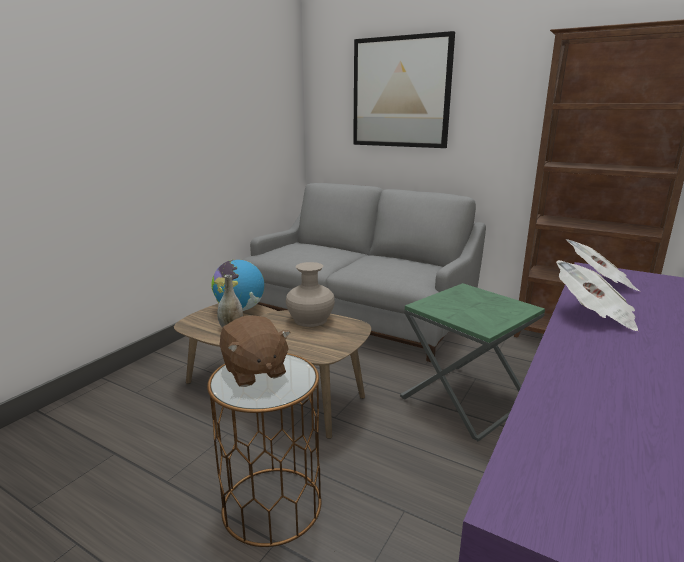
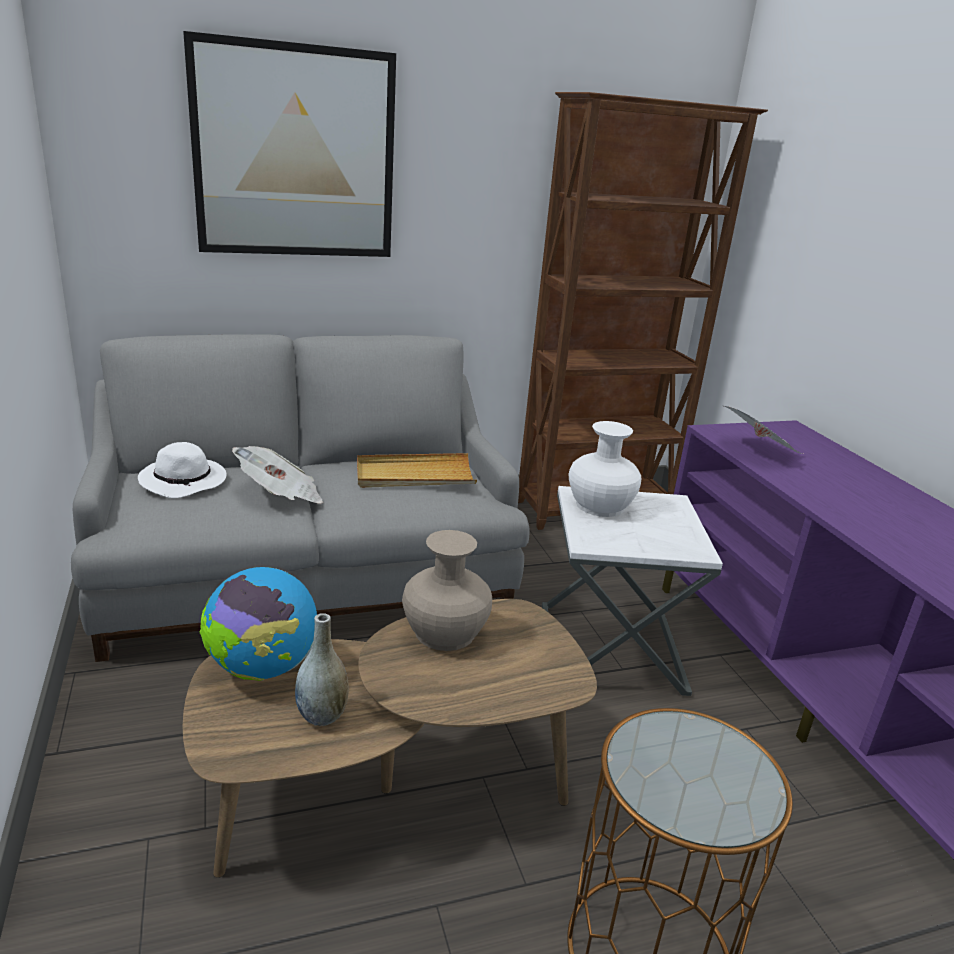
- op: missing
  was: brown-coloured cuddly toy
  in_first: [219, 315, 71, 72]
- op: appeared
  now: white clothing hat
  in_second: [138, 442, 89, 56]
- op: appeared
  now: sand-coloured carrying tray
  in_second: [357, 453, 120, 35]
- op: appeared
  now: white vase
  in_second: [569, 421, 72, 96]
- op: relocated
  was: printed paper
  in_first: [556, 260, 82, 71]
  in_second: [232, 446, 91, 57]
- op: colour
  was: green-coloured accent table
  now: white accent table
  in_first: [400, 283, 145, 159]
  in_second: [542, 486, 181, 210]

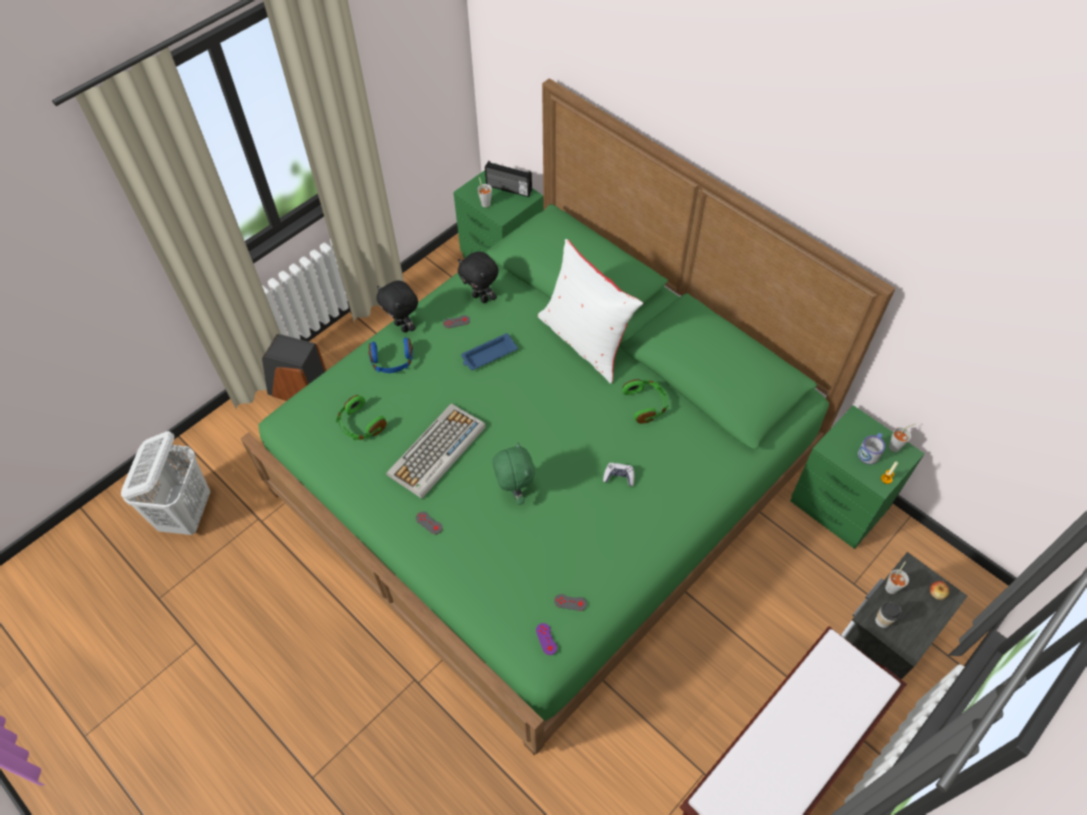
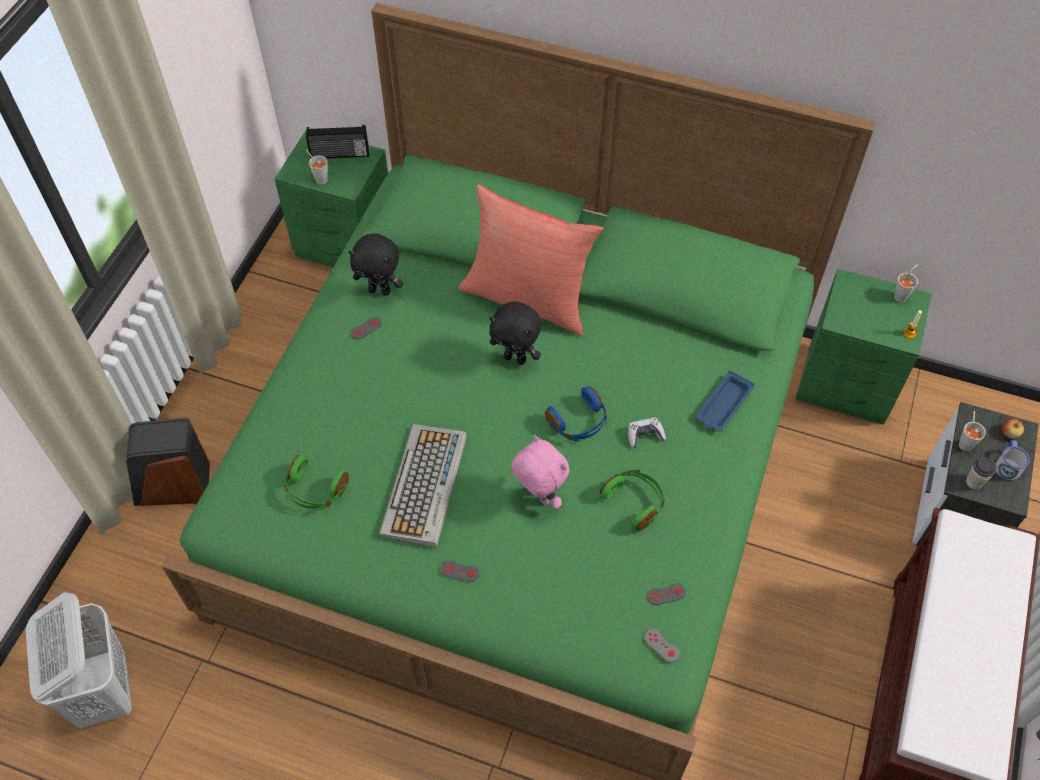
- op: relocated
  was: blue-coloured headset
  in_first: [368, 337, 45, 36]
  in_second: [545, 386, 62, 56]
- op: relocated
  was: black-coloured cuddly toy
  in_first: [376, 280, 42, 53]
  in_second: [489, 301, 52, 64]
- op: relocated
  was: blue-coloured carrying tray
  in_first: [461, 333, 57, 37]
  in_second: [696, 370, 59, 61]
- op: relocated
  was: green-coloured headset
  in_first: [623, 379, 45, 45]
  in_second: [600, 470, 65, 61]
- op: relocated
  was: mug
  in_first: [858, 433, 27, 31]
  in_second: [995, 440, 35, 41]
- op: colour
  was: green-coloured cuddly toy
  now: pink-coloured cuddly toy
  in_first: [492, 442, 43, 63]
  in_second: [511, 435, 58, 74]
- op: colour
  was: purple-coloured gamepad
  now: grey gamepad
  in_first: [536, 623, 21, 32]
  in_second: [644, 629, 36, 33]
- op: colour
  was: white throw pillow
  now: red-coloured throw pillow
  in_first: [538, 239, 105, 145]
  in_second: [458, 184, 146, 152]

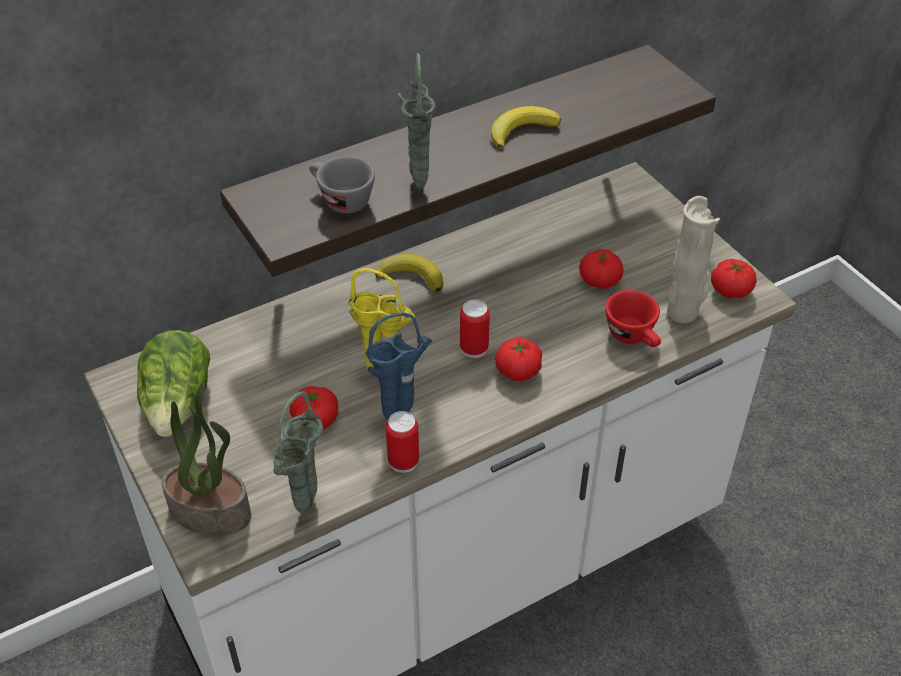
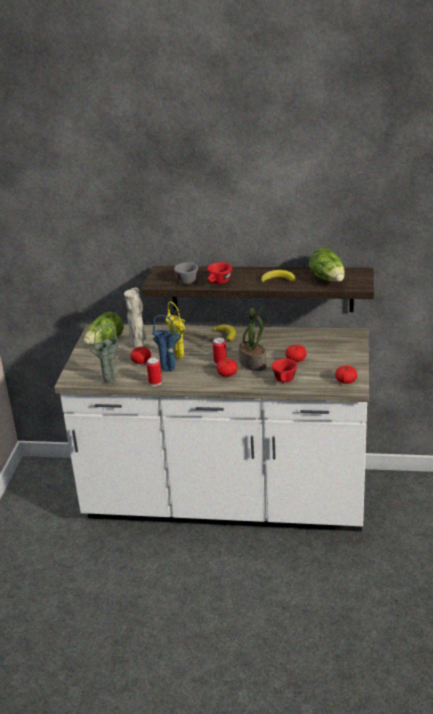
- op: appeared
  now: lettuce
  in_second: [309, 248, 36, 34]
- op: relocated
  was: houseplant
  in_first: [162, 382, 89, 154]
  in_second: [239, 306, 27, 65]
- op: relocated
  was: sand-coloured vase
  in_first: [667, 196, 53, 127]
  in_second: [124, 288, 23, 60]
- op: exchanged
  was: green-coloured vase
  now: red-coloured cup
  in_first: [398, 53, 38, 136]
  in_second: [208, 262, 24, 22]

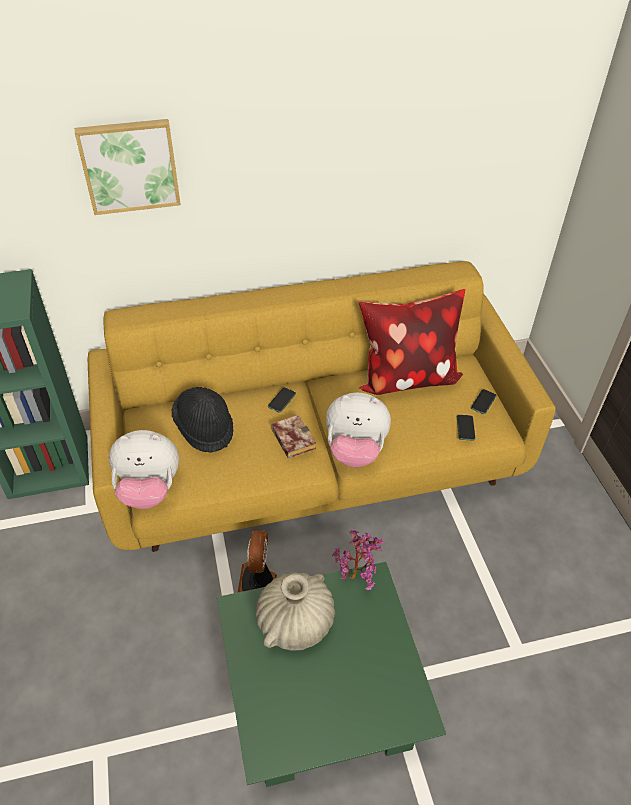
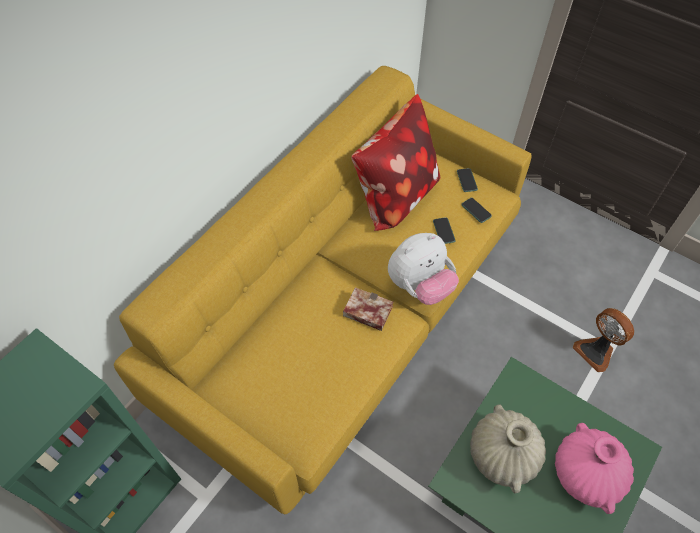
- op: missing
  was: picture
  in_first: [75, 119, 106, 96]
- op: missing
  was: cuddly toy
  in_first: [109, 430, 70, 79]
- op: missing
  was: black-coloured clothing hat
  in_first: [172, 387, 61, 66]
- op: missing
  was: houseplant
  in_first: [332, 529, 52, 61]
- op: appeared
  now: pink-coloured vase
  in_second: [555, 423, 79, 91]
- op: relocated
  was: cooling fan
  in_first: [238, 530, 39, 62]
  in_second: [573, 308, 61, 64]
- op: relocated
  was: handset
  in_first: [268, 387, 28, 26]
  in_second: [433, 217, 23, 27]

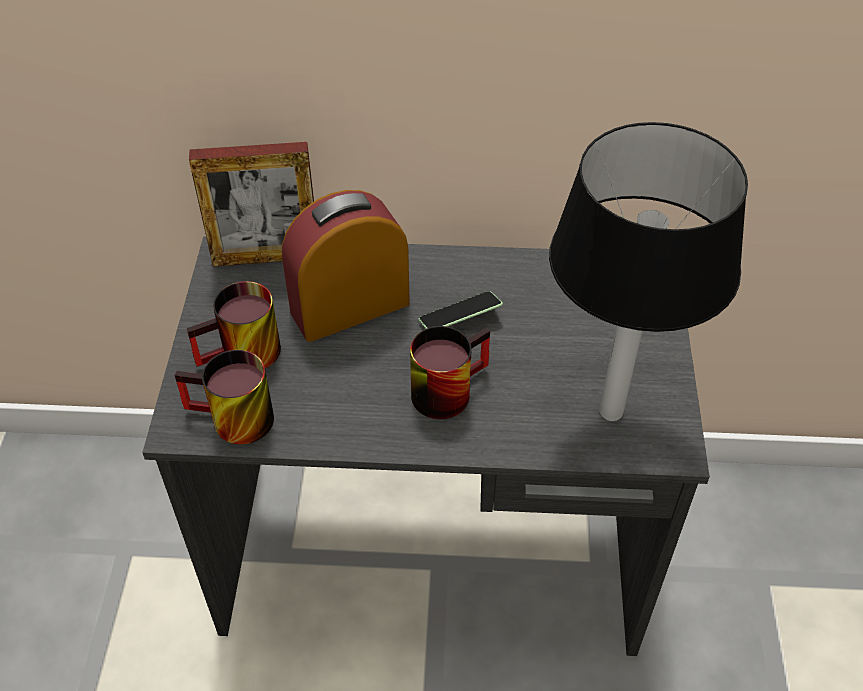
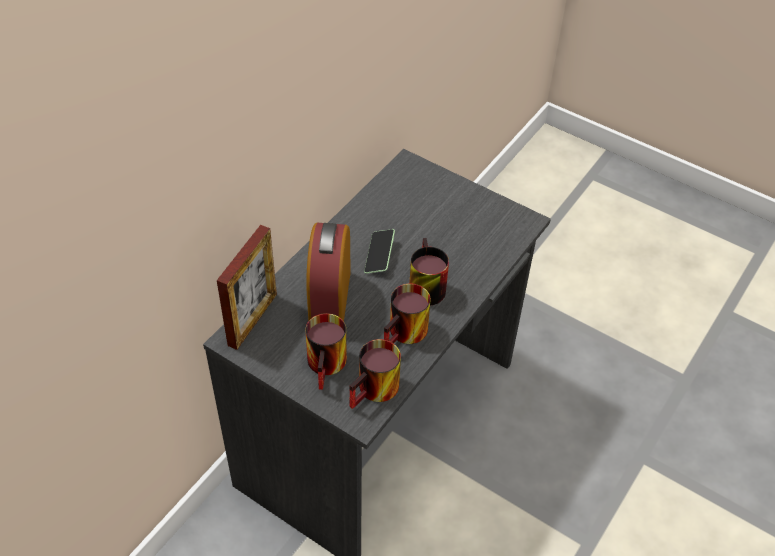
- op: missing
  was: tabletop lamp
  in_first: [549, 122, 199, 299]
- op: appeared
  now: mug
  in_second: [384, 283, 47, 61]

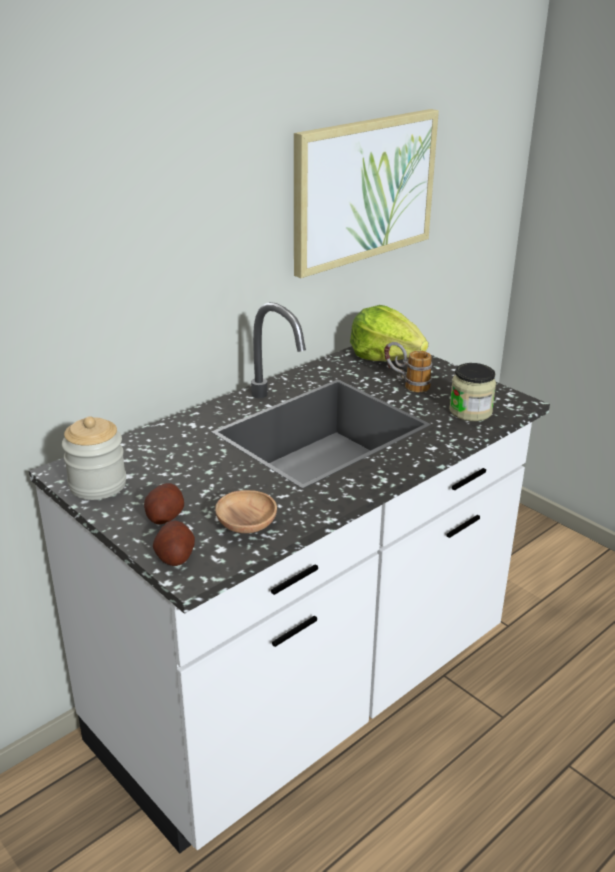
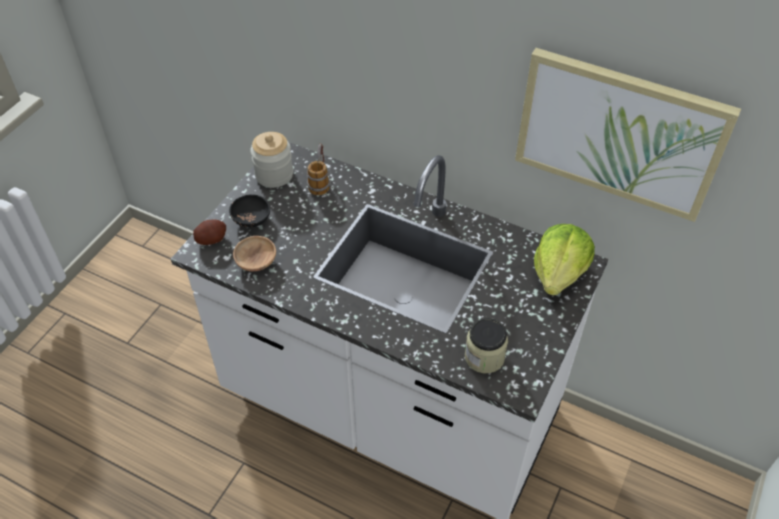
- op: relocated
  was: mug
  in_first: [384, 342, 48, 50]
  in_second: [307, 144, 23, 51]
- op: exchanged
  was: whole potato
  now: black-coloured bowl
  in_first: [144, 483, 40, 41]
  in_second: [229, 194, 41, 33]

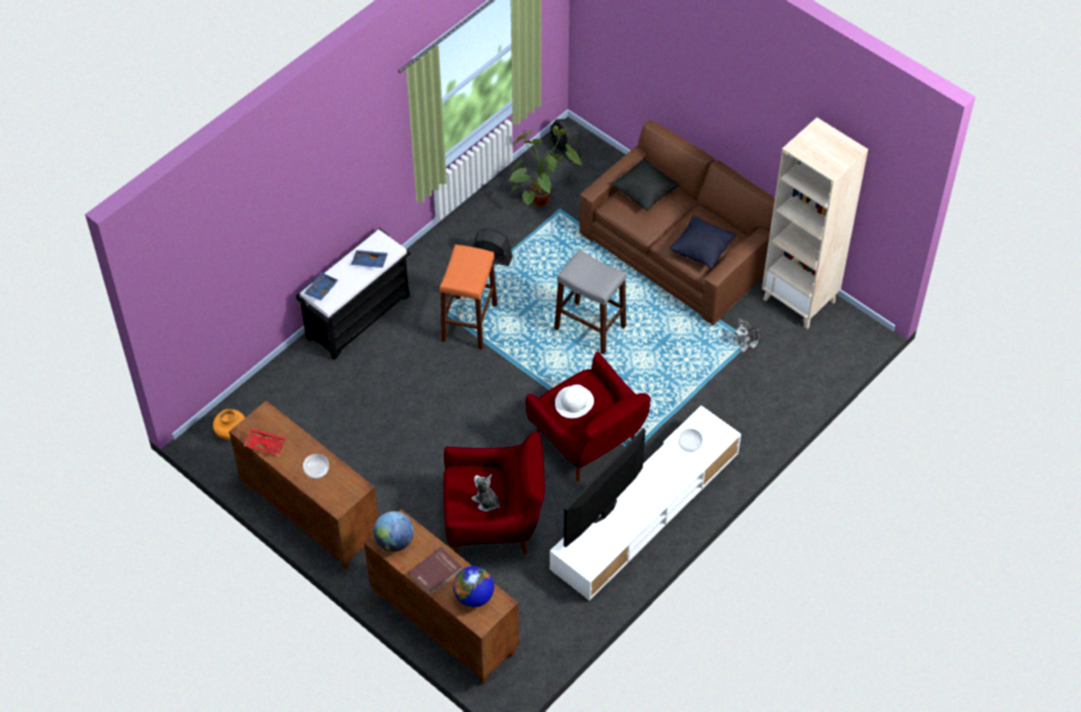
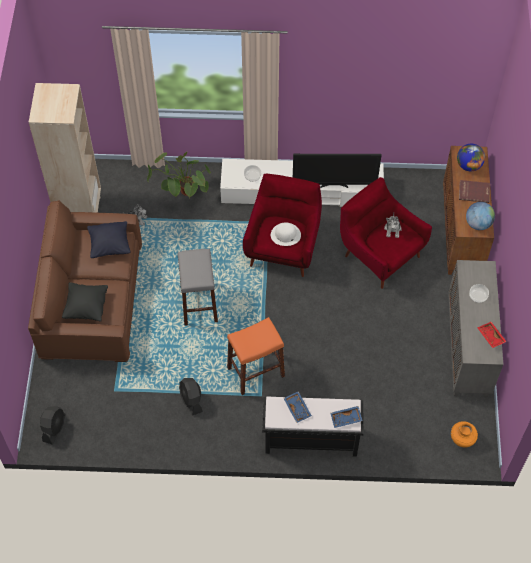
- op: relocated
  was: houseplant
  in_first: [508, 125, 74, 82]
  in_second: [147, 151, 64, 47]
- op: colour
  was: brown-coloured storage cabinet
  now: grey storage cabinet
  in_first: [229, 400, 150, 169]
  in_second: [448, 260, 55, 137]

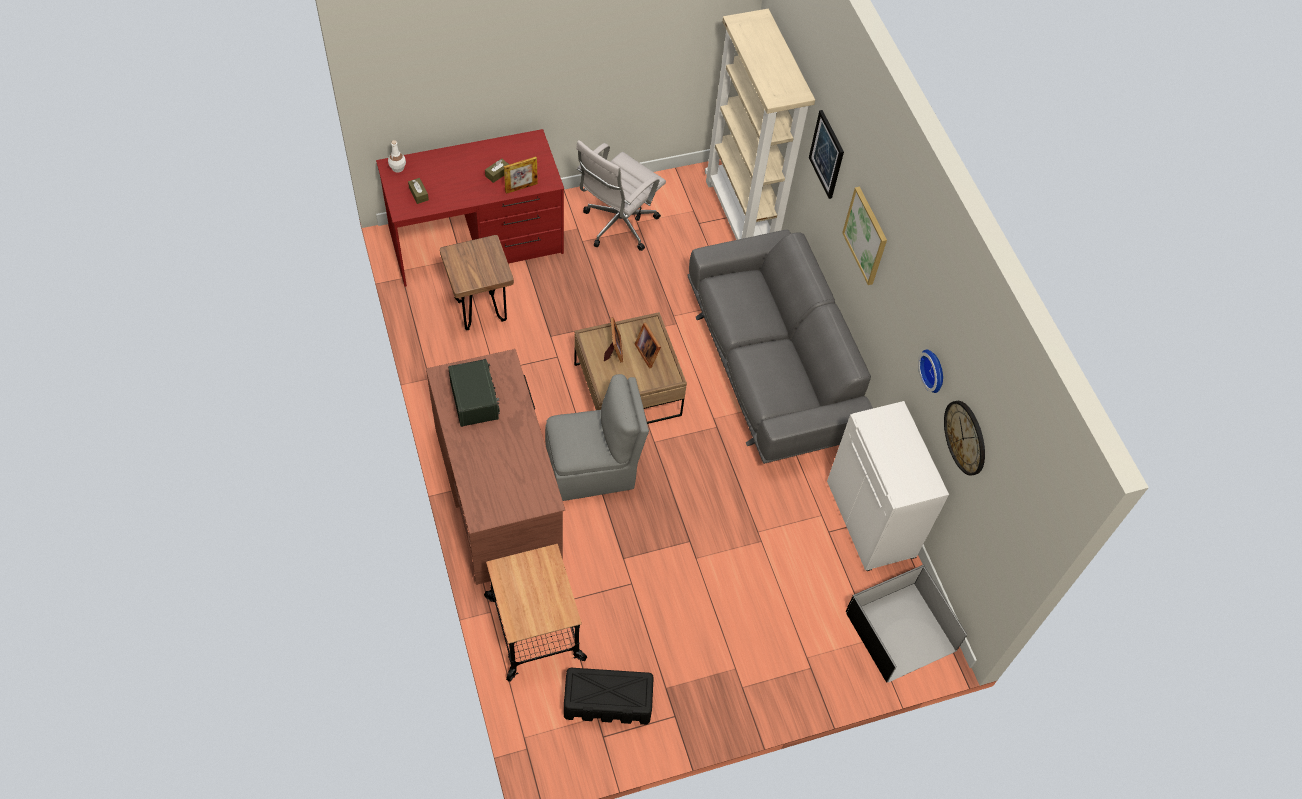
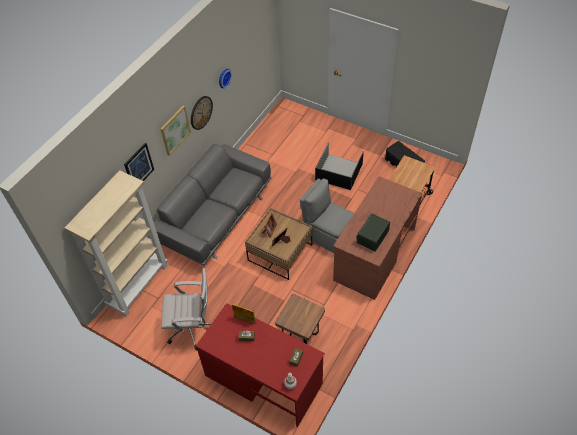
- op: missing
  was: white storage cabinet
  in_first: [827, 401, 122, 170]
- op: relocated
  was: black-coloured storage box
  in_first: [846, 565, 121, 118]
  in_second: [315, 142, 49, 48]
- op: relocated
  was: clock on the wall
  in_first: [944, 401, 41, 75]
  in_second: [191, 96, 22, 34]

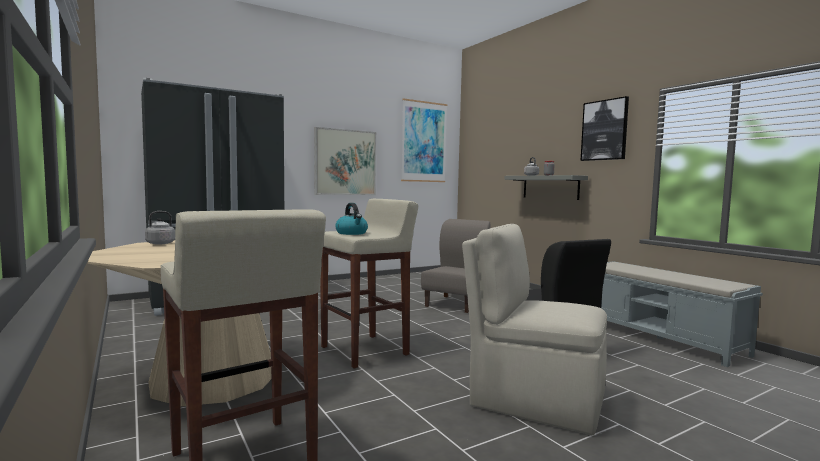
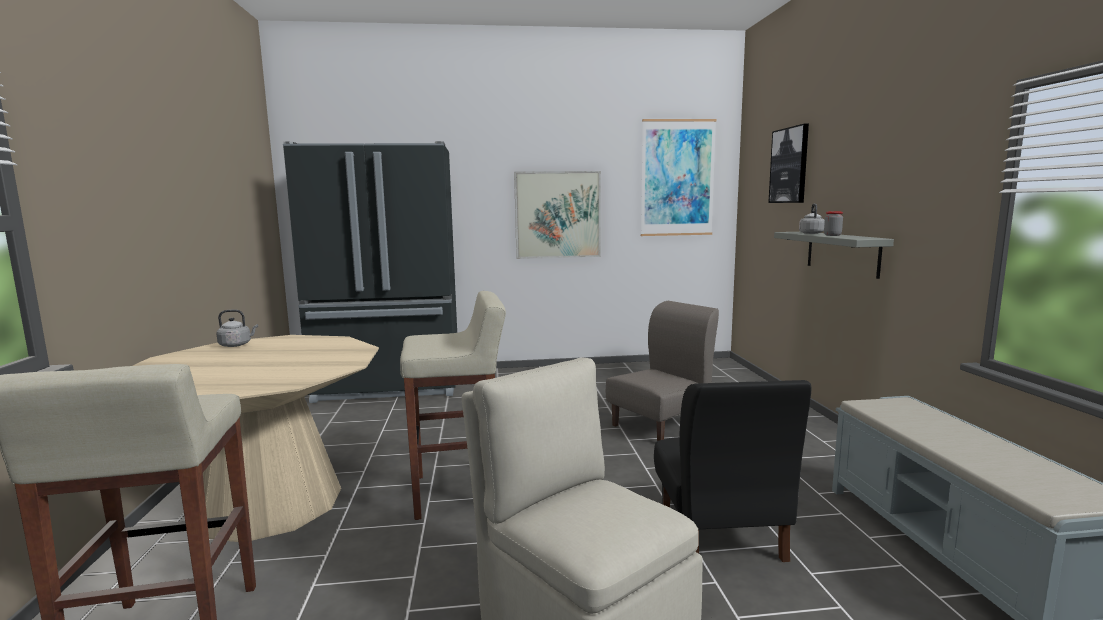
- op: missing
  was: water kettle
  in_first: [335, 203, 33, 32]
- op: relocated
  was: picture
  in_first: [581, 96, 48, 65]
  in_second: [768, 124, 41, 79]

